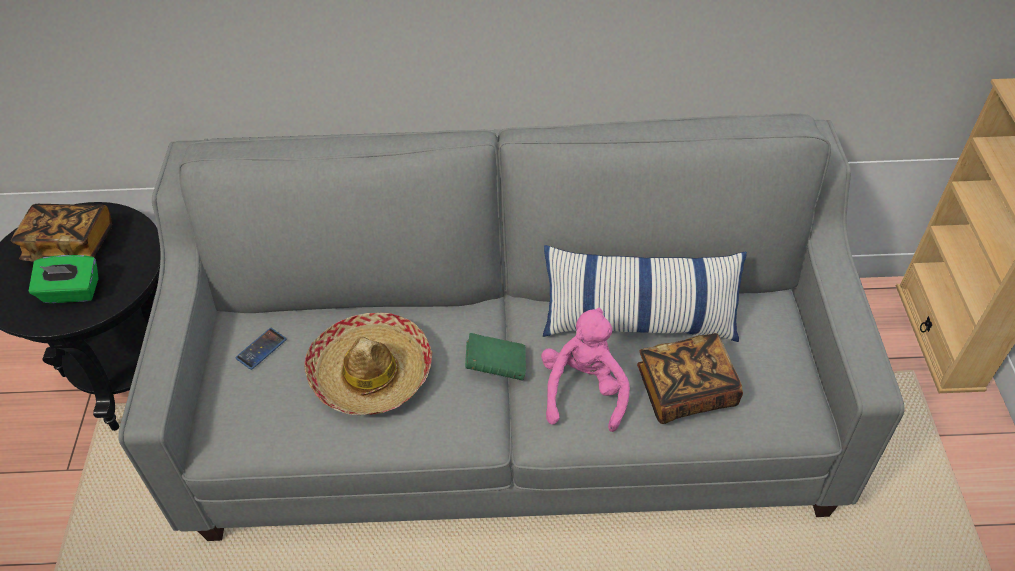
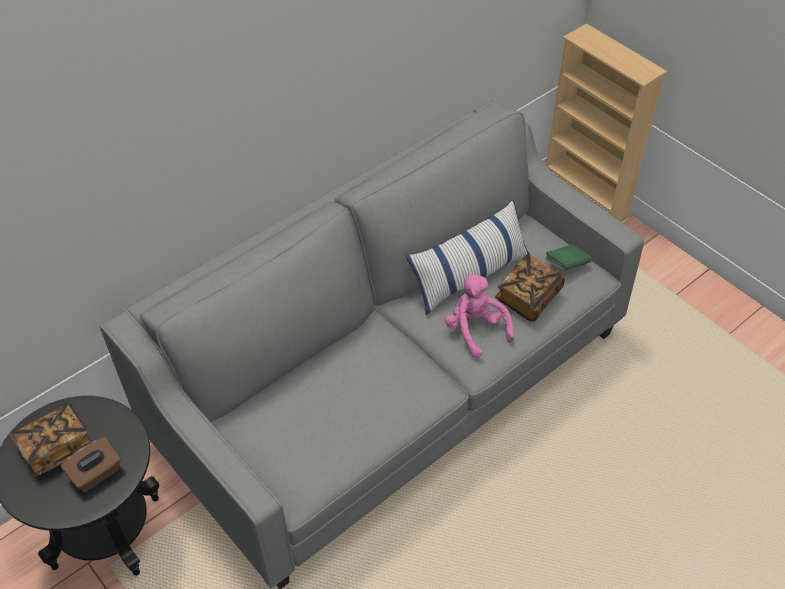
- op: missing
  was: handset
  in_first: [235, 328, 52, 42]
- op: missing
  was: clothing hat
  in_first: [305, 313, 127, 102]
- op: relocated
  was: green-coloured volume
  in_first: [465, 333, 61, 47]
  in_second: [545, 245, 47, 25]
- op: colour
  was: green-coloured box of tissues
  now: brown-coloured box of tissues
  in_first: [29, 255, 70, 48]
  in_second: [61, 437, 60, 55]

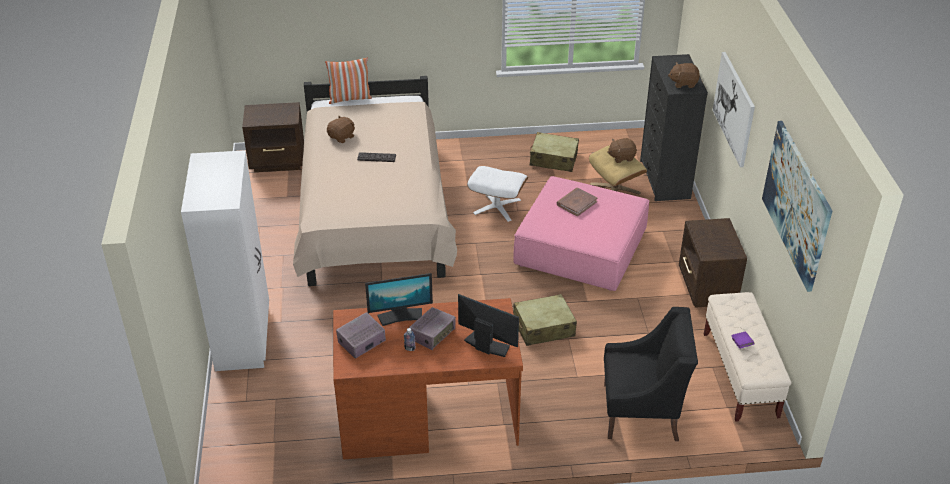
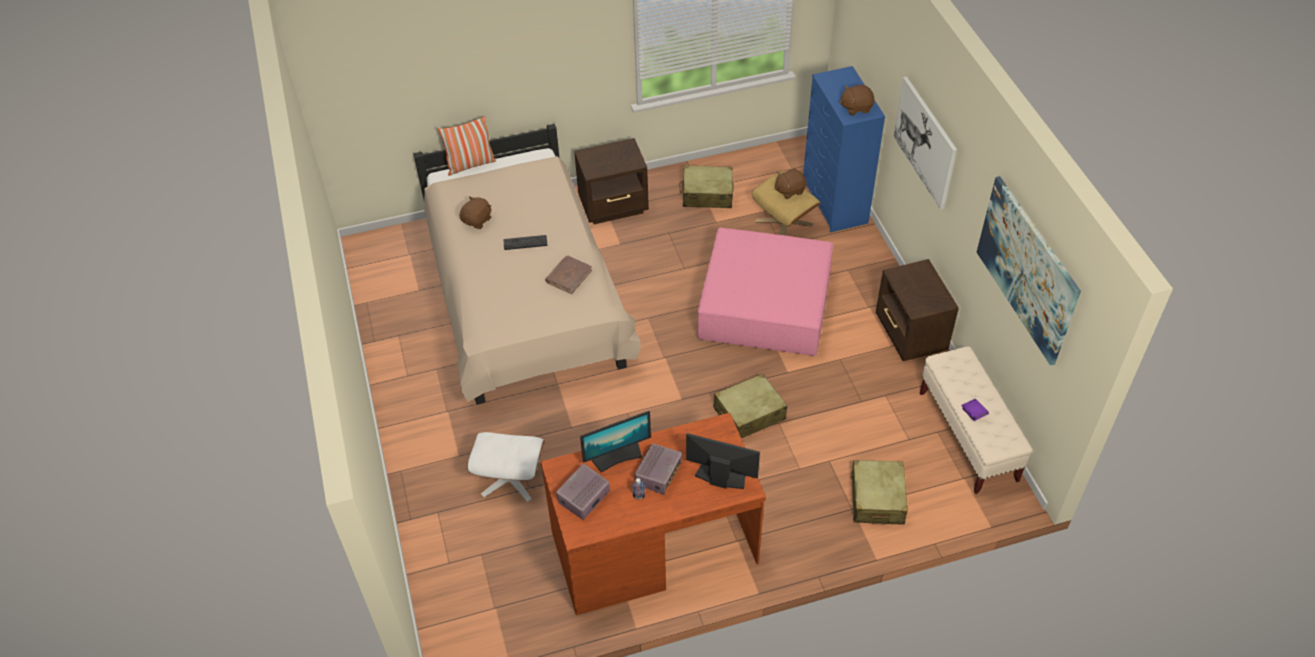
- op: missing
  was: white armoire
  in_first: [181, 150, 88, 221]
- op: relocated
  was: brown-coloured nightstand
  in_first: [242, 102, 62, 70]
  in_second: [574, 138, 75, 86]
- op: relocated
  was: white ottoman
  in_first: [467, 166, 61, 56]
  in_second: [467, 432, 78, 70]
- op: relocated
  was: brown-coloured volume
  in_first: [557, 188, 40, 28]
  in_second: [545, 256, 47, 38]
- op: exchanged
  was: black-coloured easy chair
  now: sand-coloured piece of luggage
  in_first: [604, 307, 94, 134]
  in_second: [850, 460, 58, 64]
- op: colour
  was: black-coloured dresser
  now: blue-coloured dresser
  in_first: [640, 54, 68, 147]
  in_second: [803, 66, 82, 166]

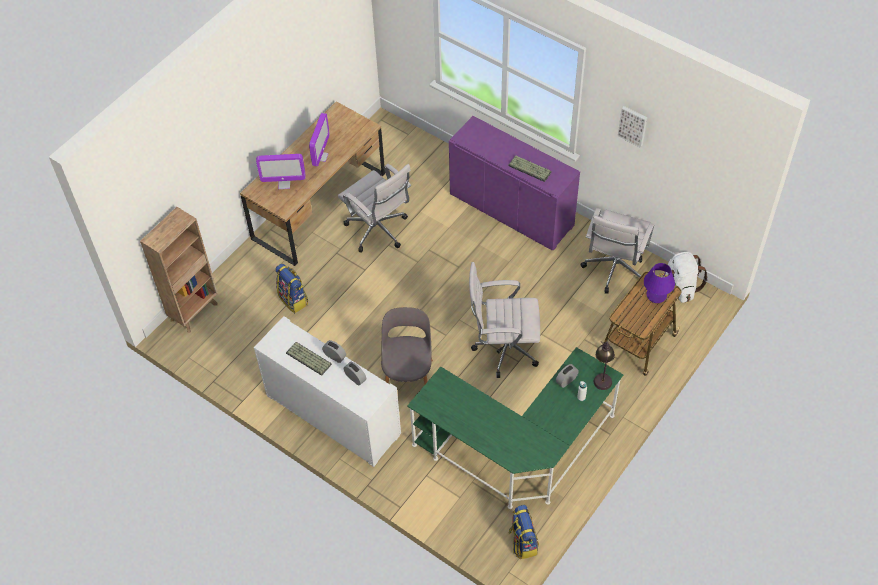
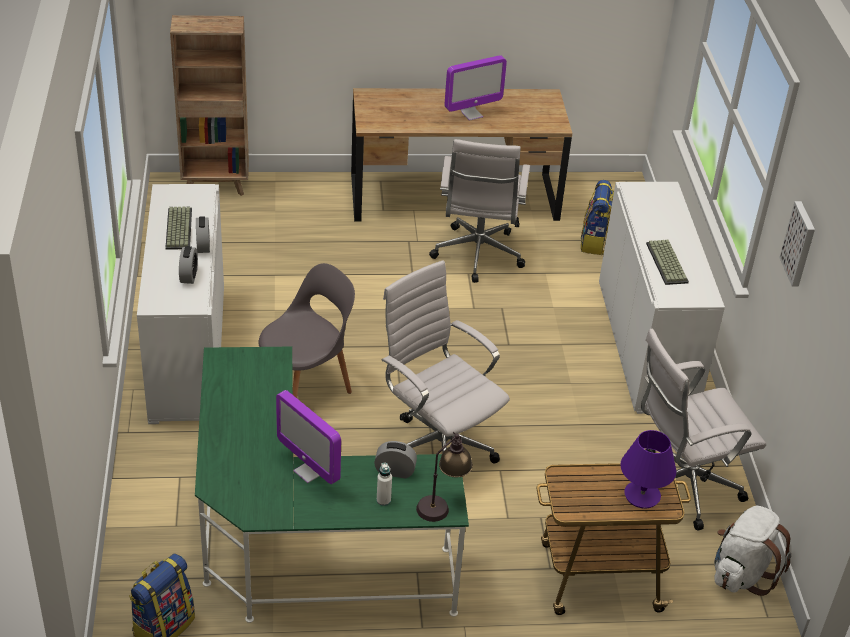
- op: relocated
  was: computer display
  in_first: [256, 154, 49, 35]
  in_second: [276, 390, 65, 94]
- op: relocated
  was: knapsack
  in_first: [275, 264, 33, 49]
  in_second: [581, 180, 33, 75]
- op: colour
  was: purple-coloured storage cabinet
  now: white storage cabinet
  in_first: [449, 116, 131, 135]
  in_second: [599, 182, 126, 232]

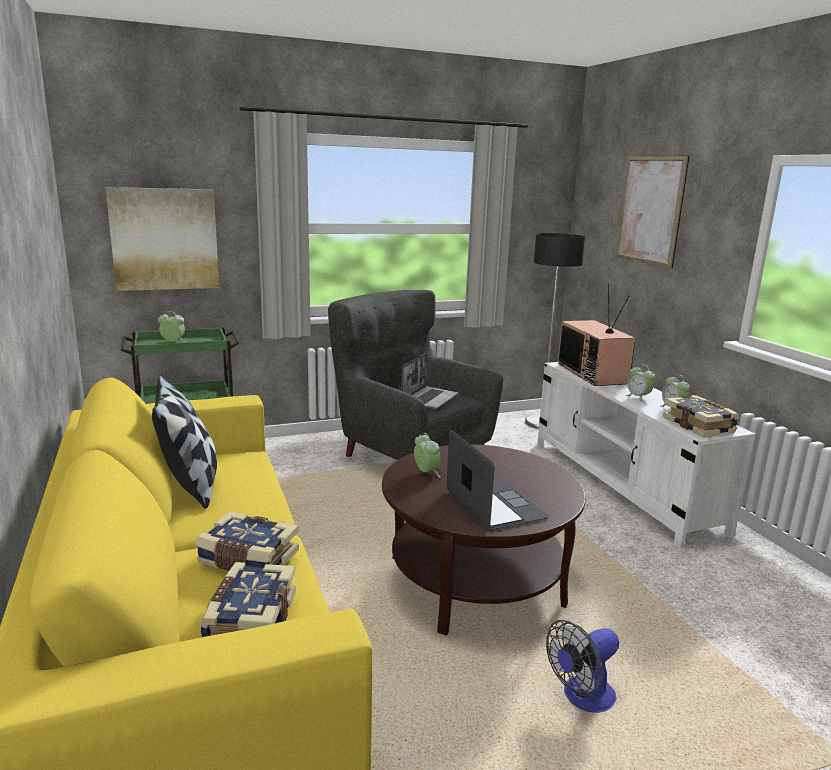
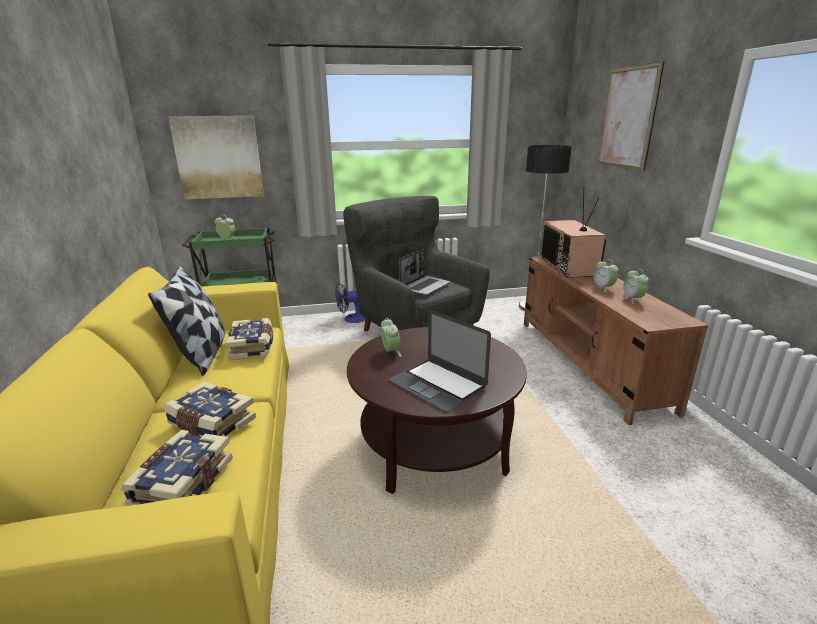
- op: relocated
  was: cooling fan
  in_first: [546, 620, 73, 93]
  in_second: [335, 283, 30, 40]
- op: relocated
  was: volume
  in_first: [662, 395, 77, 42]
  in_second: [226, 318, 47, 42]
- op: colour
  was: white tv unit
  now: brown-coloured tv unit
  in_first: [537, 362, 219, 186]
  in_second: [524, 256, 184, 169]
- op: spun
  was: laptop
  in_first: [446, 430, 102, 100]
  in_second: [389, 310, 102, 102]
  clockwise: 150

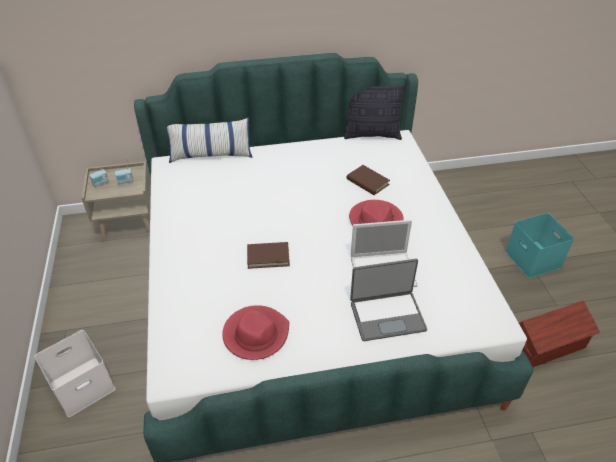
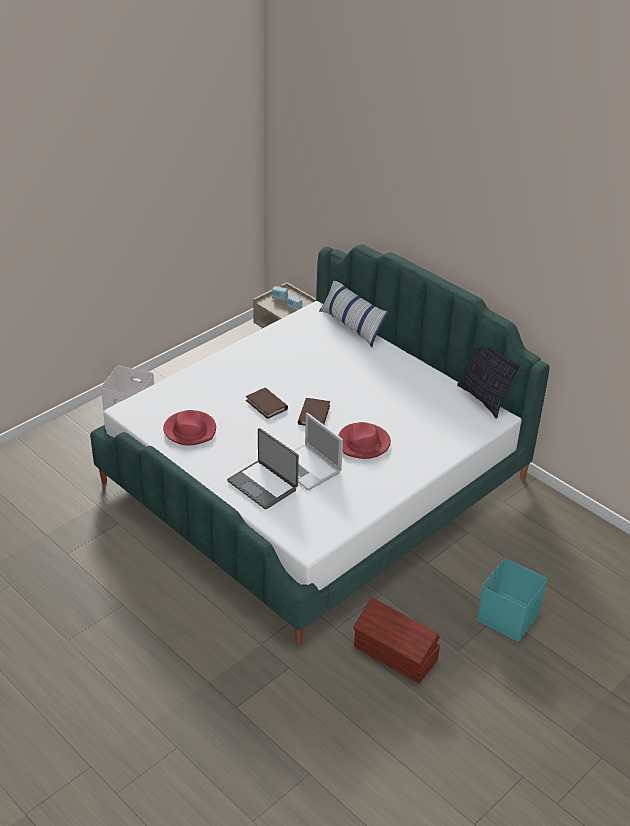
- op: relocated
  was: brown-coloured volume
  in_first: [347, 165, 43, 30]
  in_second: [298, 398, 32, 28]

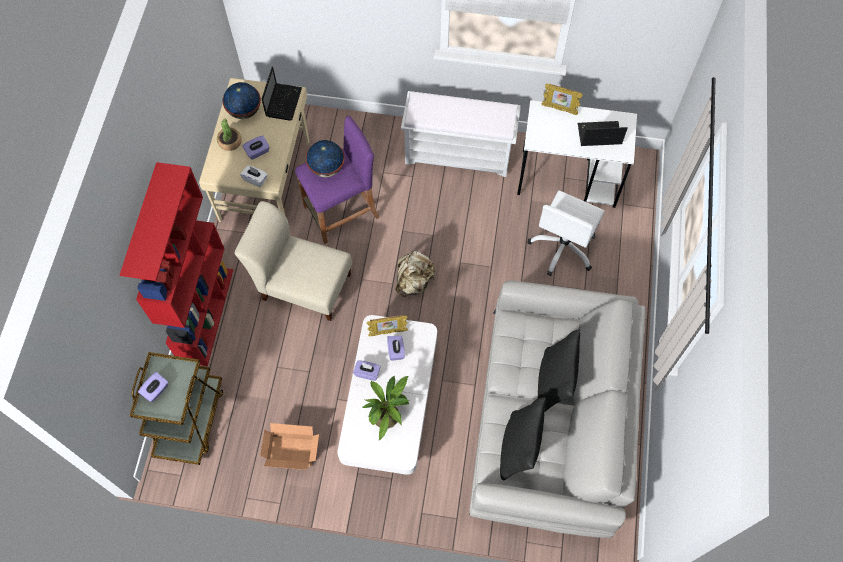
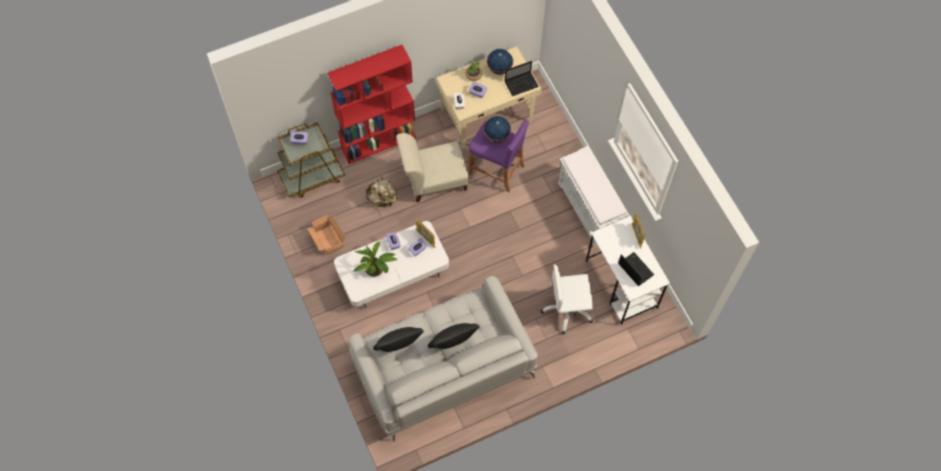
- op: relocated
  was: sand-coloured knapsack
  in_first: [396, 251, 39, 46]
  in_second: [366, 177, 31, 31]
- op: spun
  was: sand-coloured chair
  in_first: [235, 201, 117, 120]
  in_second: [396, 133, 73, 69]
  clockwise: -90

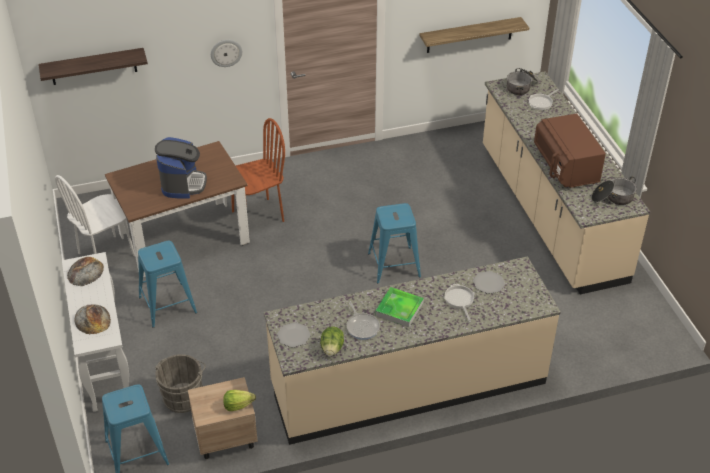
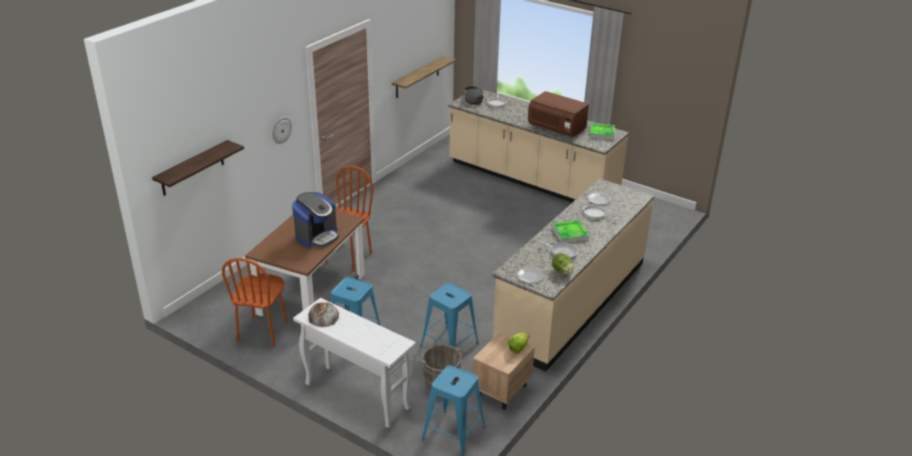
- op: missing
  was: bread
  in_first: [74, 305, 37, 29]
- op: relocated
  was: blue-coloured stool seat
  in_first: [368, 203, 53, 80]
  in_second: [420, 283, 59, 64]
- op: exchanged
  was: saucepot
  now: carrying tray
  in_first: [591, 177, 46, 28]
  in_second: [590, 123, 25, 17]
- op: colour
  was: white chair
  now: brown-coloured chair
  in_first: [55, 175, 80, 81]
  in_second: [222, 258, 65, 89]
- op: spun
  was: coffee machine
  in_first: [155, 137, 52, 62]
  in_second: [292, 192, 47, 56]
  clockwise: 75

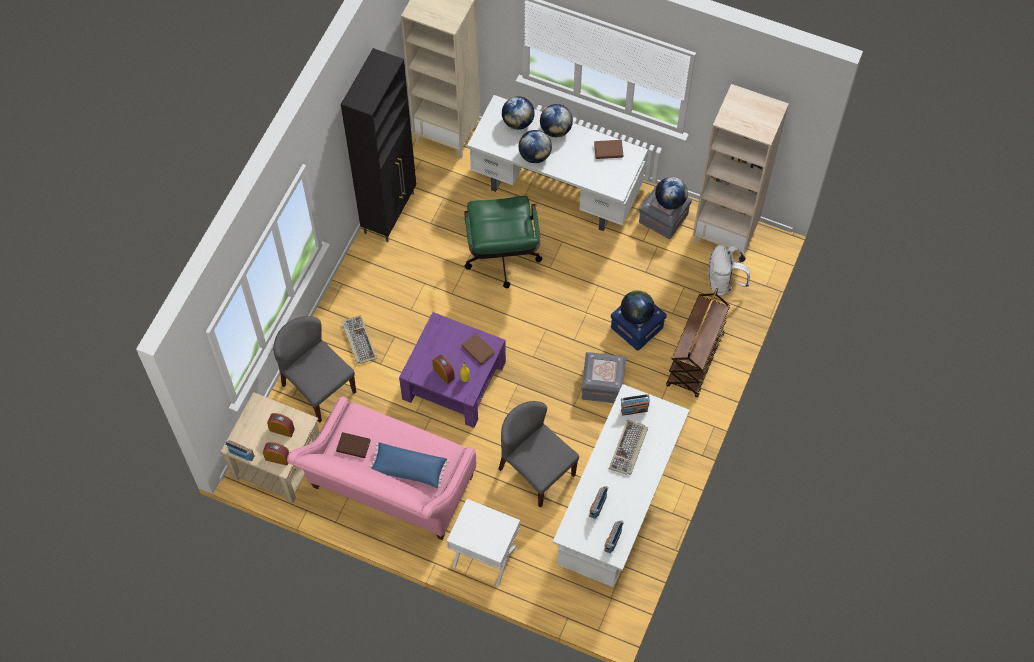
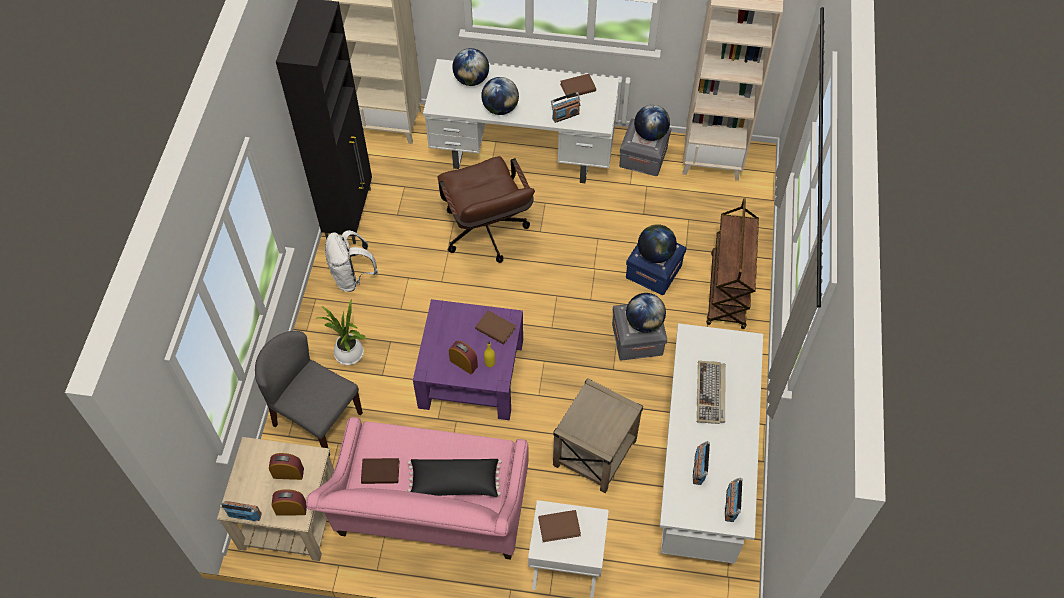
- op: appeared
  now: brown-coloured volume
  in_second: [538, 510, 43, 32]
- op: relocated
  was: world globe
  in_first: [540, 104, 33, 33]
  in_second: [626, 293, 40, 40]
- op: relocated
  was: radio set
  in_first: [621, 394, 29, 22]
  in_second: [551, 92, 29, 31]
- op: relocated
  was: white knapsack
  in_first: [707, 245, 43, 51]
  in_second: [325, 230, 53, 62]
- op: exchanged
  was: keyboard
  now: houseplant
  in_first: [342, 315, 35, 49]
  in_second: [317, 298, 49, 67]
- op: exchanged
  was: grey chair
  now: sand-coloured accent table
  in_first: [499, 401, 80, 107]
  in_second: [553, 378, 90, 115]
- op: colour
  was: blue-coloured throw pillow
  now: black-coloured throw pillow
  in_first: [369, 442, 80, 46]
  in_second: [407, 459, 95, 38]
- op: colour
  was: green-coloured desk chair
  now: brown-coloured desk chair
  in_first: [464, 196, 78, 92]
  in_second: [437, 156, 98, 107]

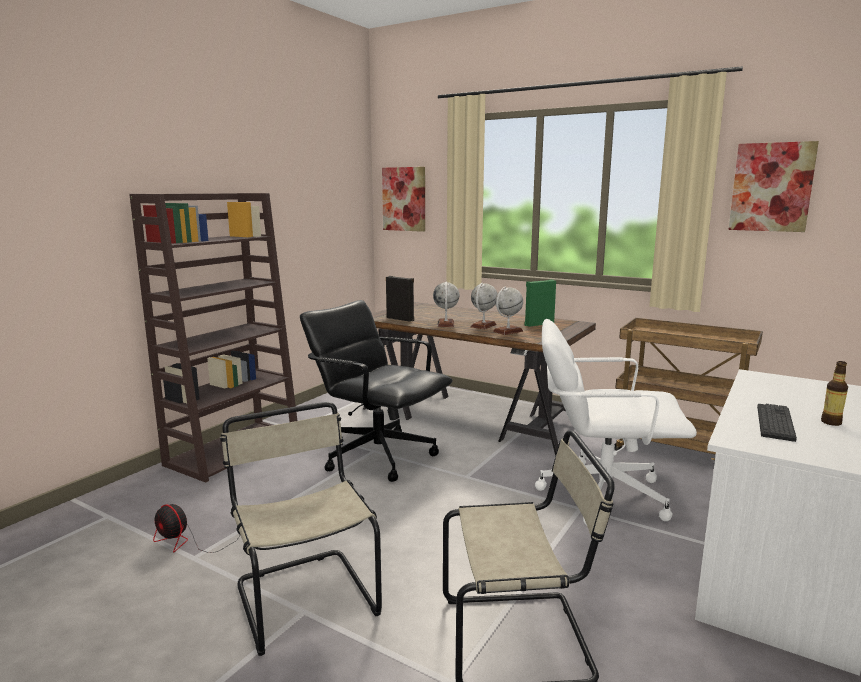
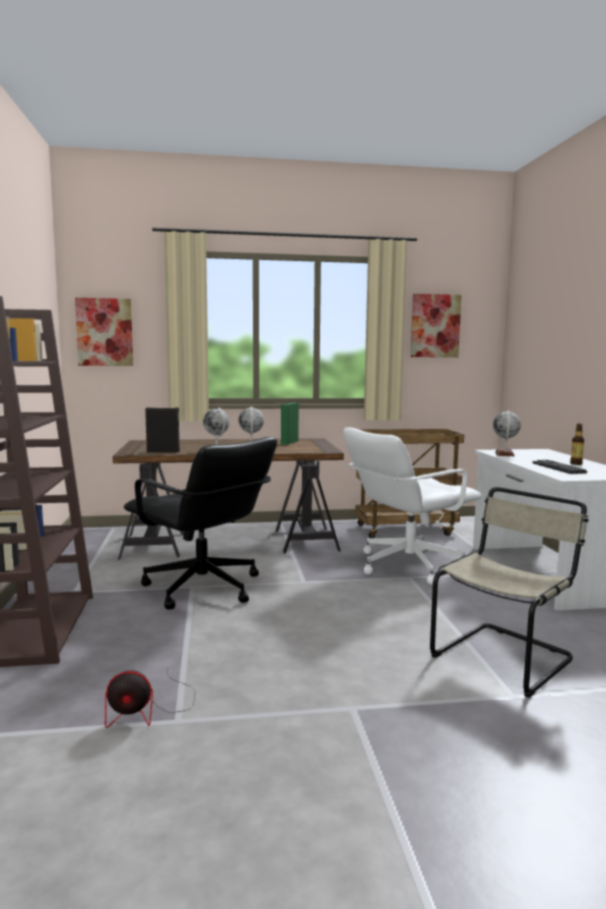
- op: missing
  was: sand-coloured chair
  in_first: [220, 402, 162, 254]
- op: relocated
  was: world globe
  in_first: [493, 286, 30, 49]
  in_second: [493, 410, 28, 46]
- op: spun
  was: black-coloured desk chair
  in_first: [300, 300, 153, 182]
  in_second: [124, 437, 153, 173]
  clockwise: -135

